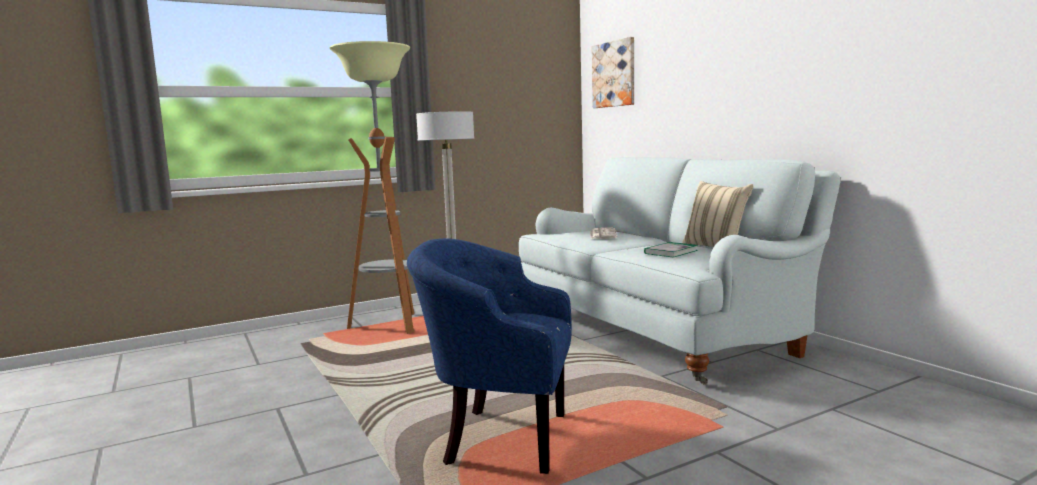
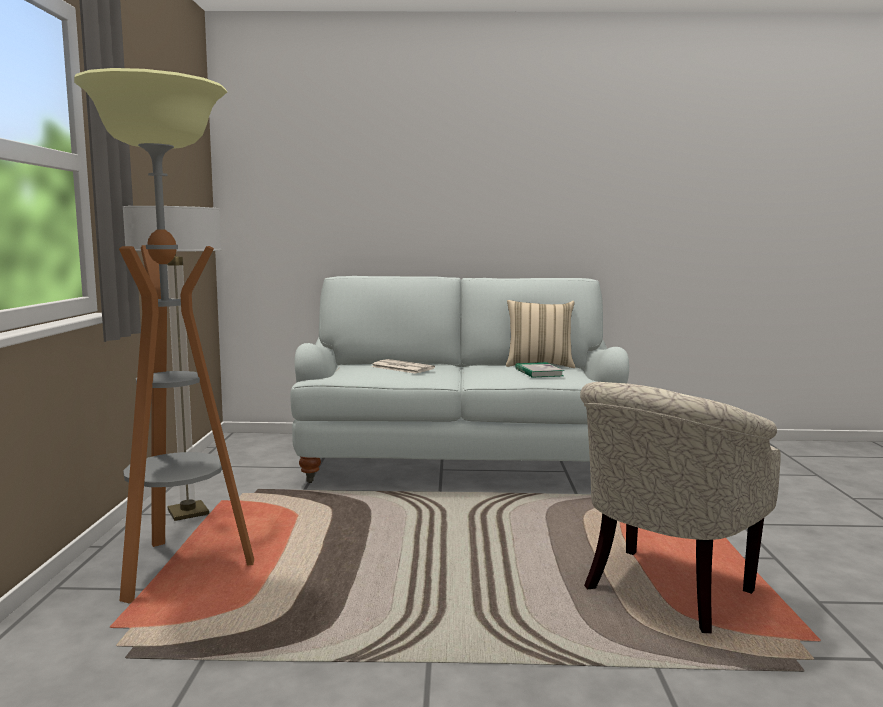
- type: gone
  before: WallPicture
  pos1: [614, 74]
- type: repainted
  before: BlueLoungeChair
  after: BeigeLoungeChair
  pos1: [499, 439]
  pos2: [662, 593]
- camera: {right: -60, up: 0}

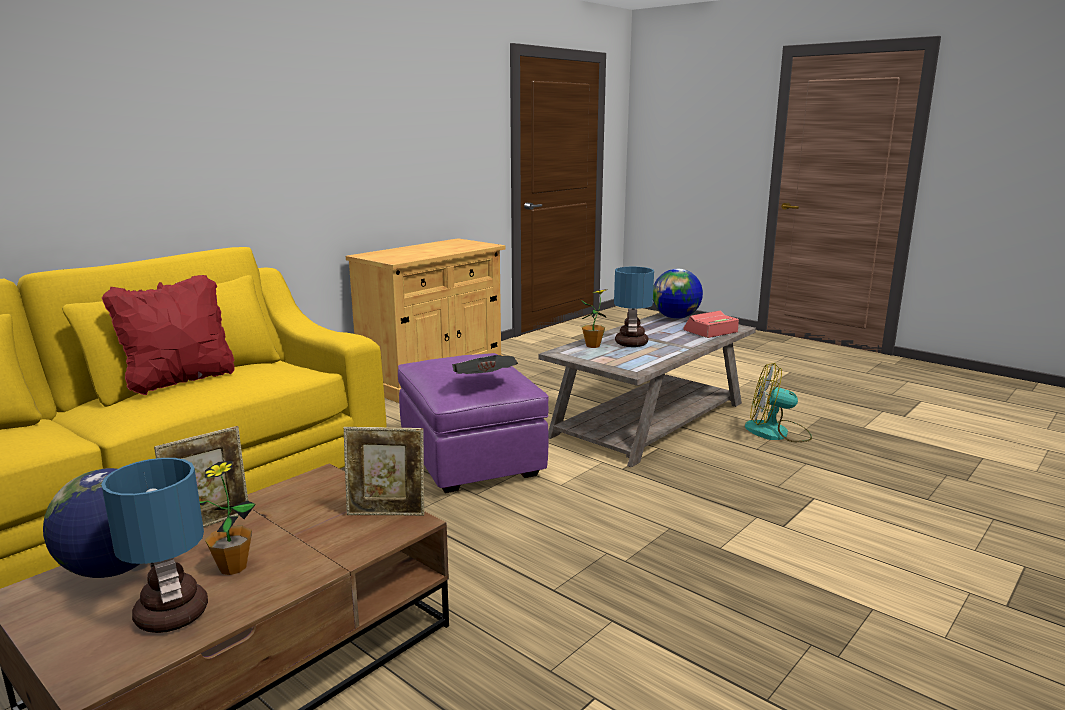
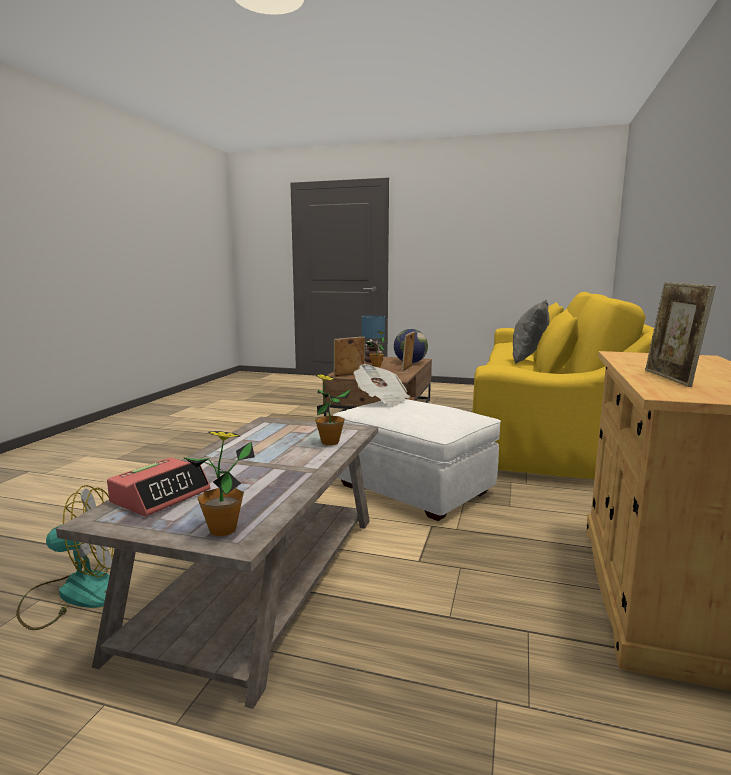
- type: gone
  before: TableLamp
  pos1: [632, 343]
- type: swapped
  before: Globe
  after: PlantInAPot
  pos1: [676, 318]
  pos2: [223, 530]
- type: repainted
  before: RedColouredThrowPillow
  after: GreyishThrowPillow
  pos1: [180, 381]
  pos2: [528, 361]
- type: repainted
  before: PurplishFootrest
  after: WhiteColouredFootrest
  pos1: [471, 457]
  pos2: [413, 489]
- type: new
  after: PictureFrame
  pos2: [670, 379]
- camera: {right: 155, up: -5}

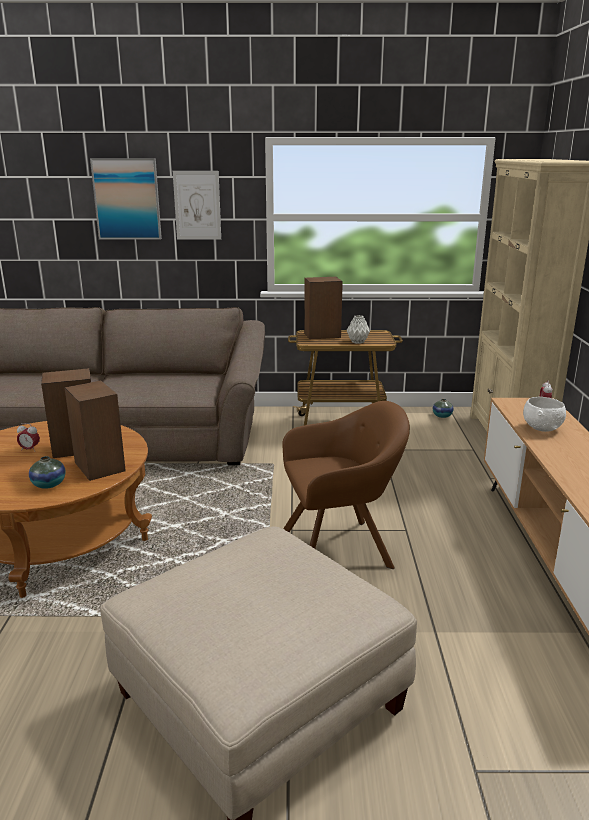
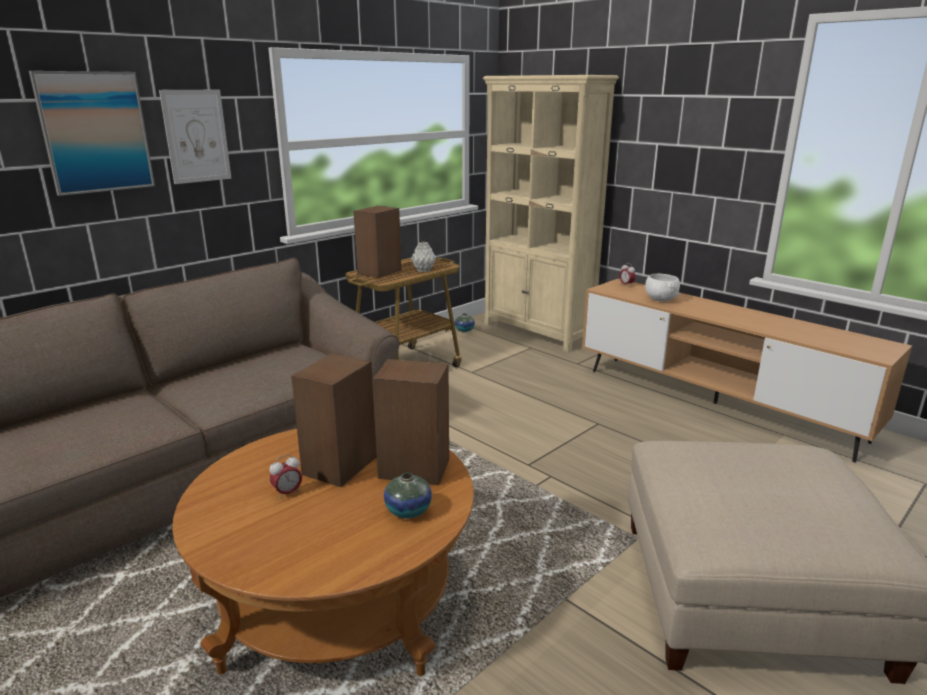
- type: gone
  before: BrownishLoungeChair
  pos1: [341, 548]
- camera: {right: -45, up: 0}

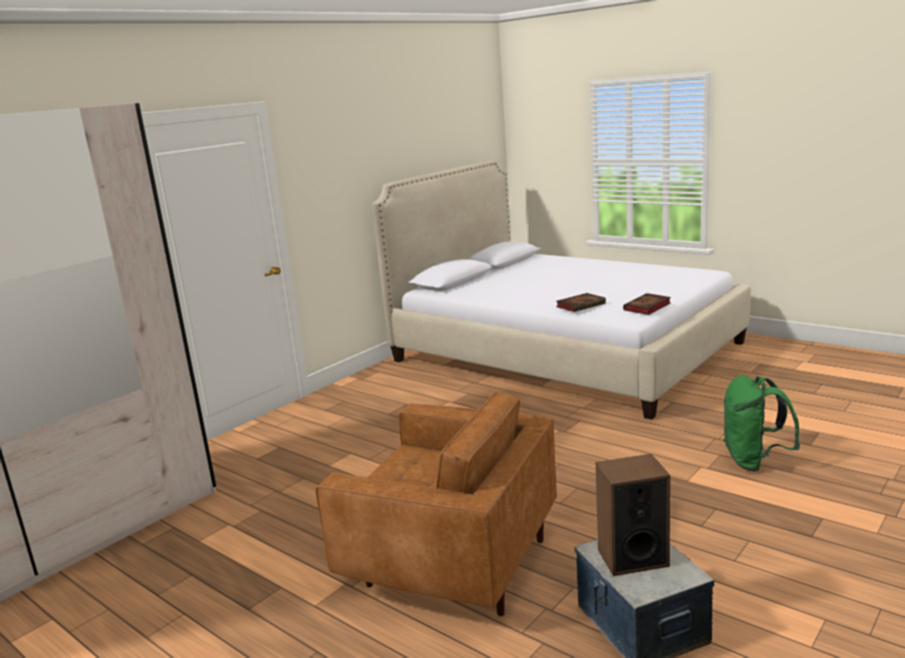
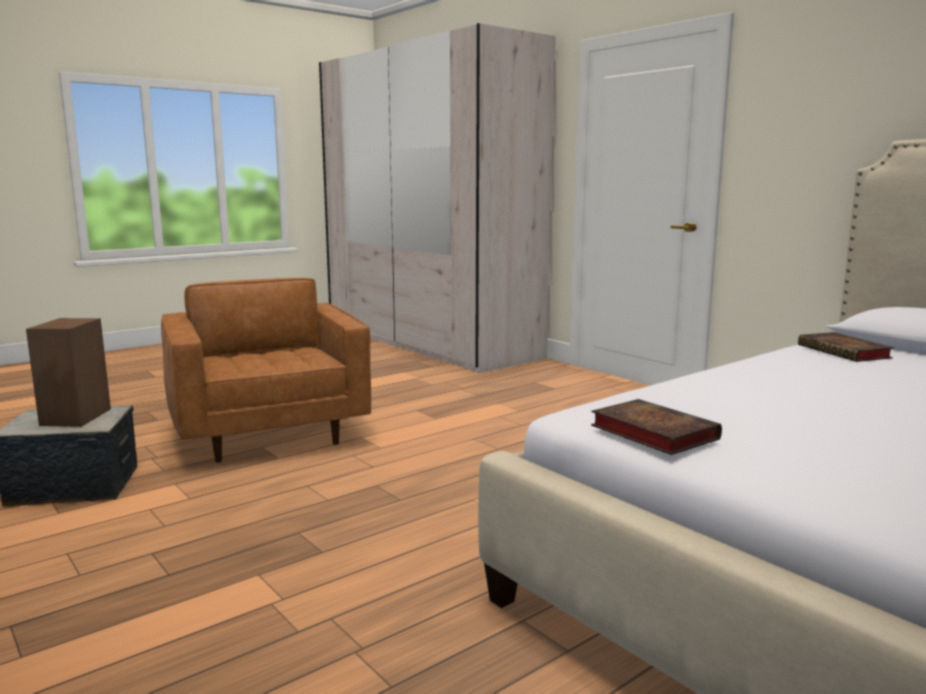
- type: shifted
  before: Volume
  pos1: [581, 305]
  pos2: [846, 352]
- type: gone
  before: GreenishRucksack
  pos1: [754, 461]
- type: rotated
  before: BrownishLoungeChair
  pos1: [452, 562]
  pos2: [268, 433]
  turn: 120
- camera: {right: 100, up: -5}

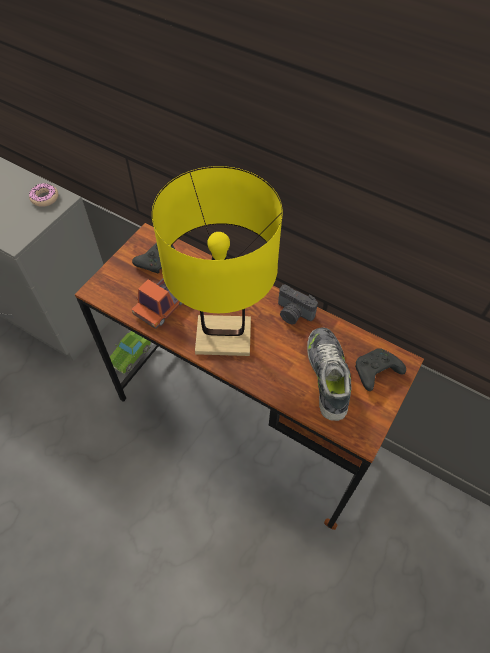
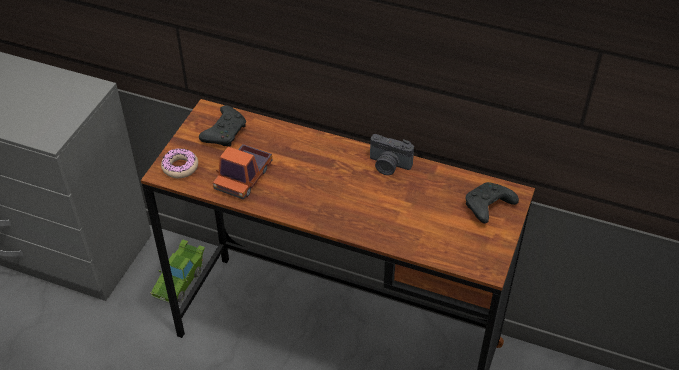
- type: gone
  before: YellowTableLamp
  pos1: [223, 336]
- type: shifted
  before: Donut
  pos1: [45, 198]
  pos2: [180, 167]
- type: gone
  before: Shoe
  pos1: [328, 375]
- camera: {right: -10, up: -10}

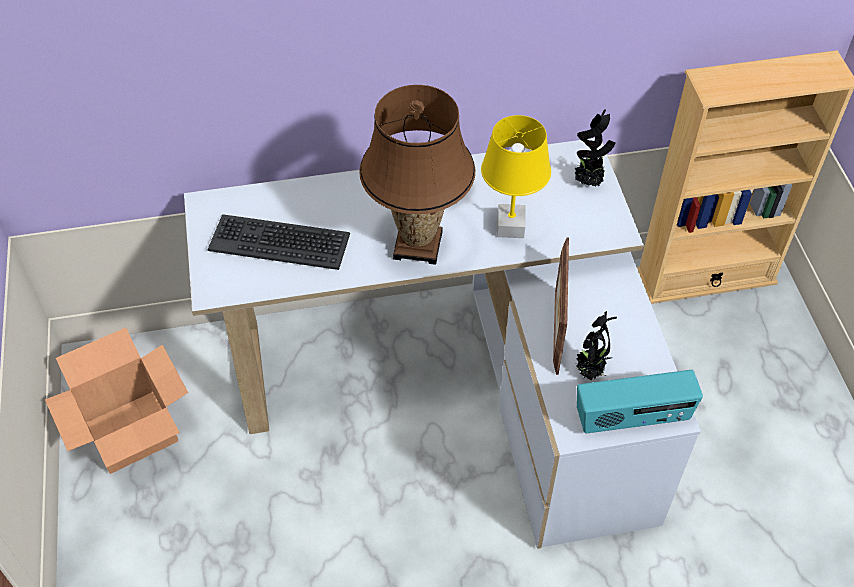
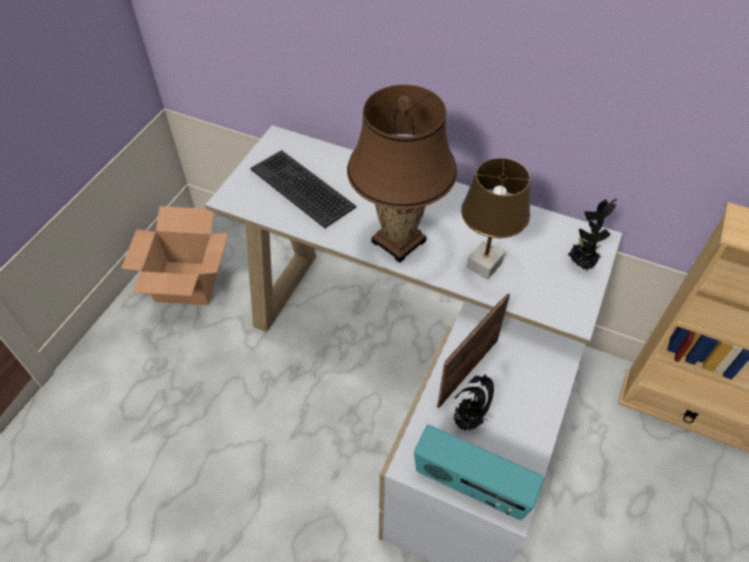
- type: repainted
  before: YellowTableLamp
  after: BrownishTableLamp
  pos1: [511, 227]
  pos2: [484, 265]
- camera: {right: 35, up: 0}

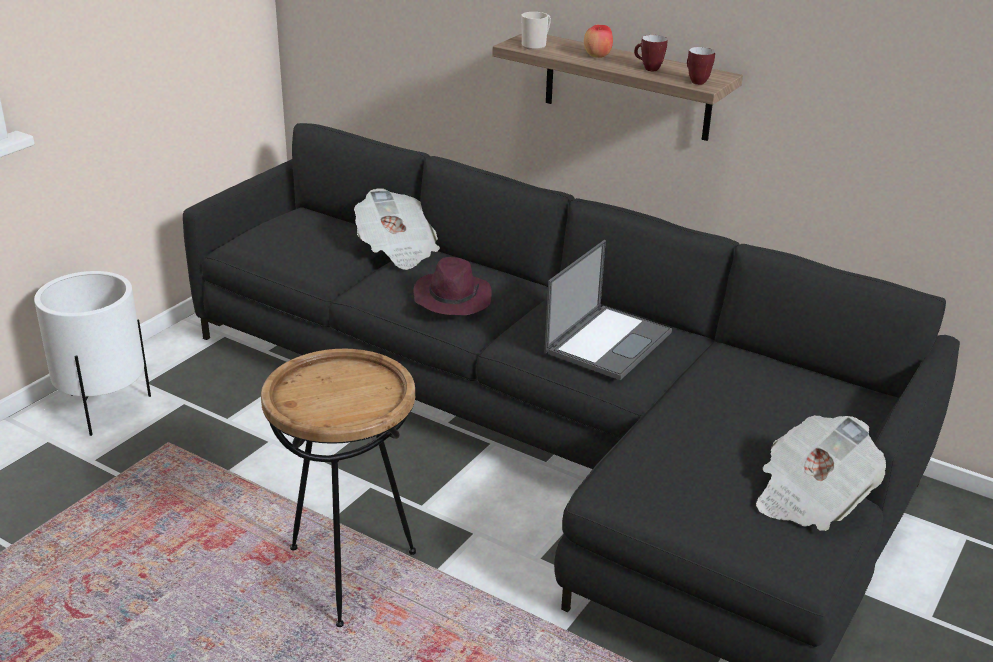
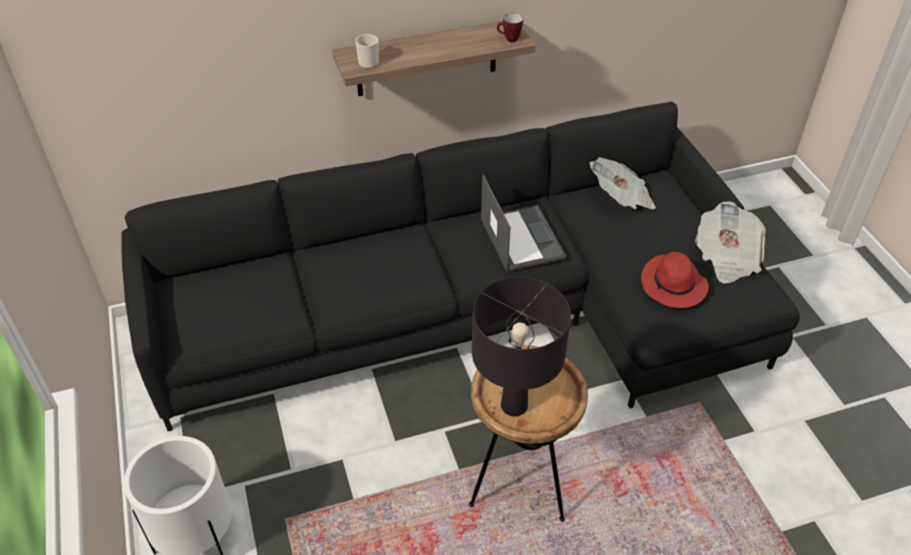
- type: gone
  before: AppleFruit
  pos1: [597, 56]
- type: gone
  before: Mug
  pos1: [648, 68]
- type: shifted
  before: Newspaper
  pos1: [397, 250]
  pos2: [621, 198]
- type: gone
  before: PurplishWearableHat
  pos1: [452, 299]
- type: new
  after: RedColouredWearableHat
  pos2: [673, 285]
- type: new
  after: BlackTableLamp
  pos2: [514, 406]
- camera: {right: -50, up: 15}

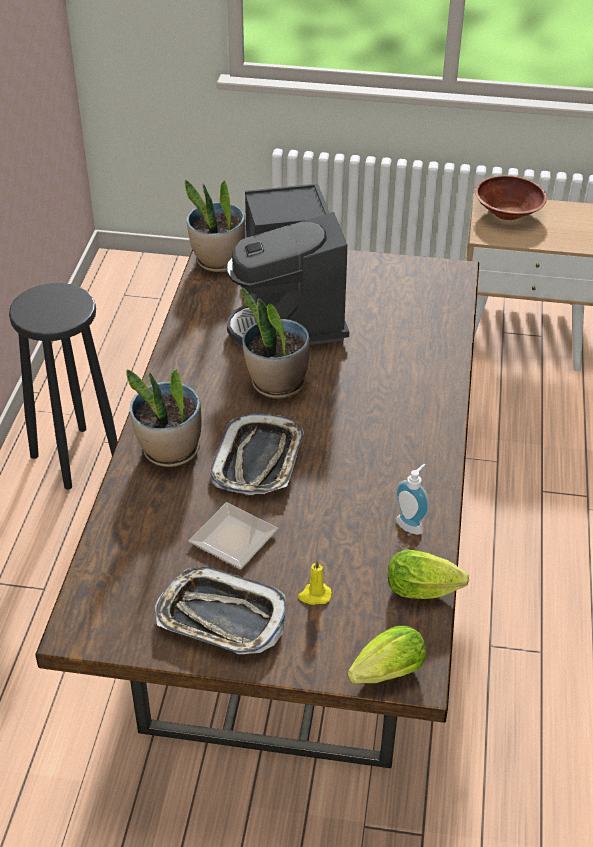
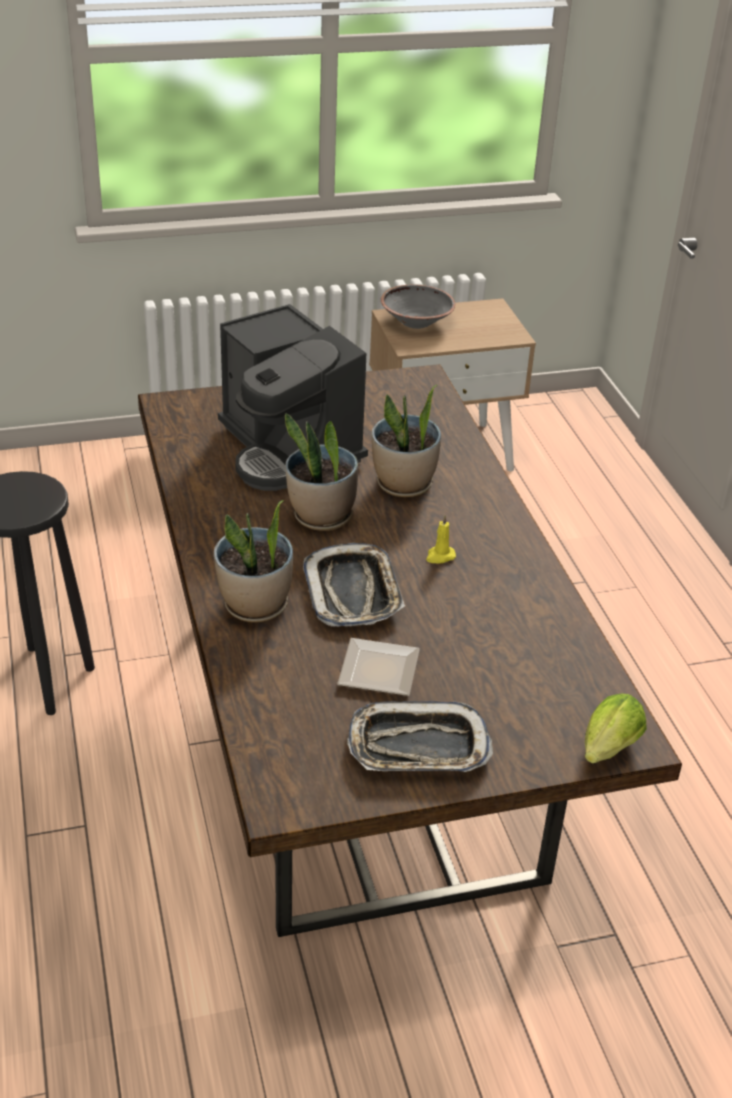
- type: repainted
  before: BrownishServingBowl
  after: GreyishServingBowl
  pos1: [507, 212]
  pos2: [416, 321]
- type: shifted
  before: PlantInAPot
  pos1: [218, 261]
  pos2: [403, 484]
- type: gone
  before: LiquidSoapBottle
  pos1: [411, 524]
- type: gone
  before: LettuceHead
  pos1: [426, 590]
- type: shifted
  before: YellowWaxLight
  pos1: [314, 595]
  pos2: [440, 556]
- camera: {right: -25, up: -5}

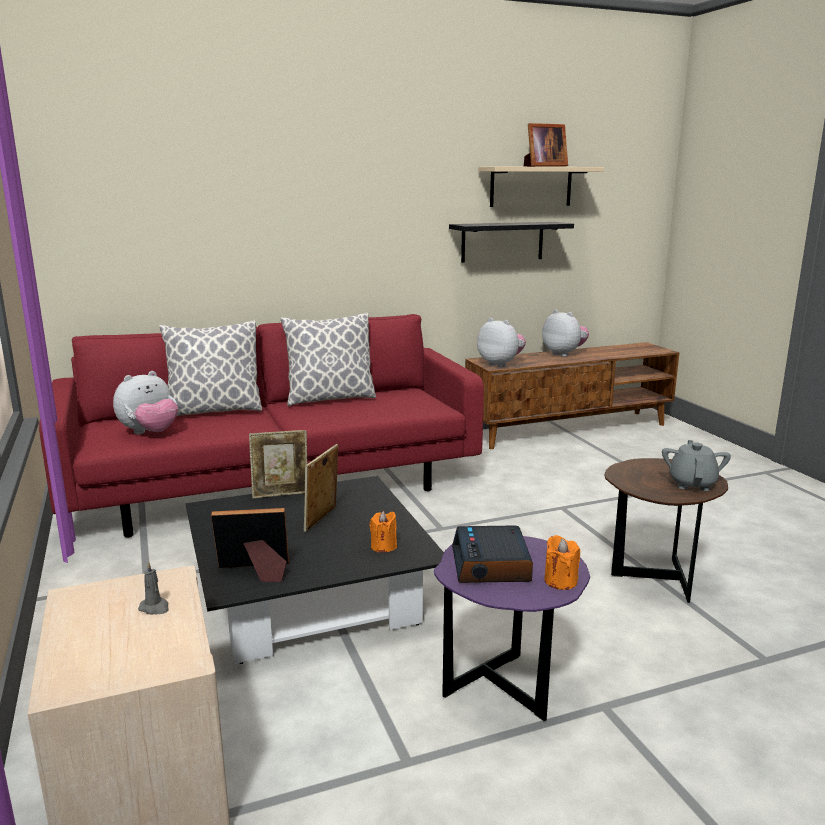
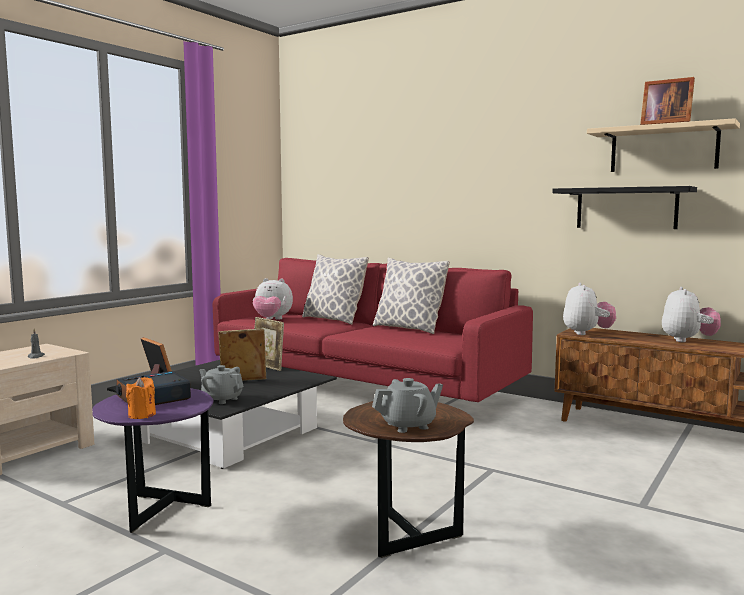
- type: swapped
  before: OrangeyWaxLight
  after: GreyishPotForTea
  pos1: [383, 546]
  pos2: [222, 399]
- camera: {right: 55, up: -10}

